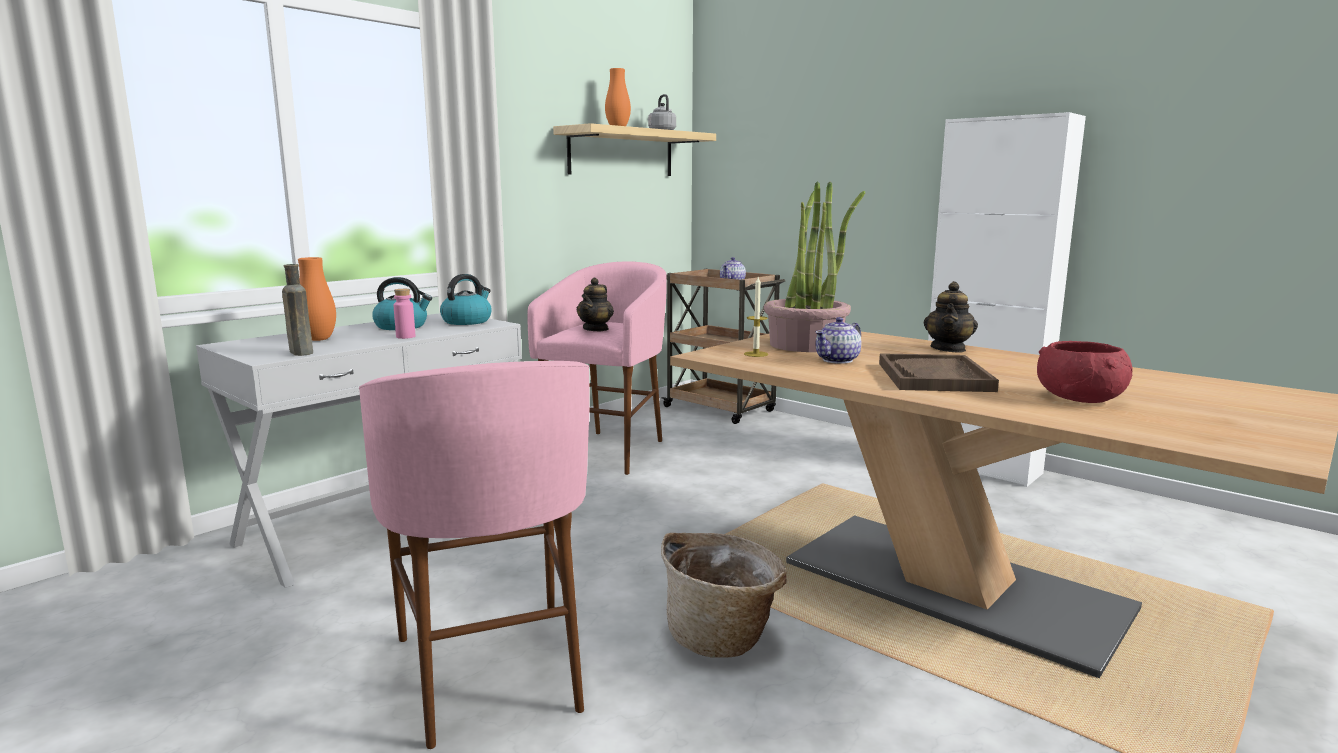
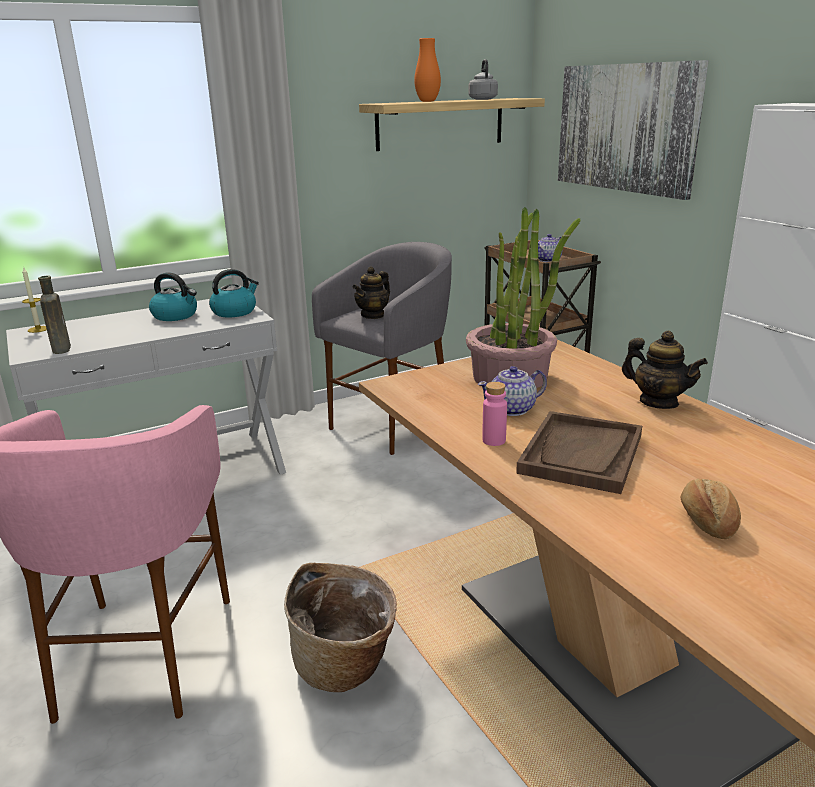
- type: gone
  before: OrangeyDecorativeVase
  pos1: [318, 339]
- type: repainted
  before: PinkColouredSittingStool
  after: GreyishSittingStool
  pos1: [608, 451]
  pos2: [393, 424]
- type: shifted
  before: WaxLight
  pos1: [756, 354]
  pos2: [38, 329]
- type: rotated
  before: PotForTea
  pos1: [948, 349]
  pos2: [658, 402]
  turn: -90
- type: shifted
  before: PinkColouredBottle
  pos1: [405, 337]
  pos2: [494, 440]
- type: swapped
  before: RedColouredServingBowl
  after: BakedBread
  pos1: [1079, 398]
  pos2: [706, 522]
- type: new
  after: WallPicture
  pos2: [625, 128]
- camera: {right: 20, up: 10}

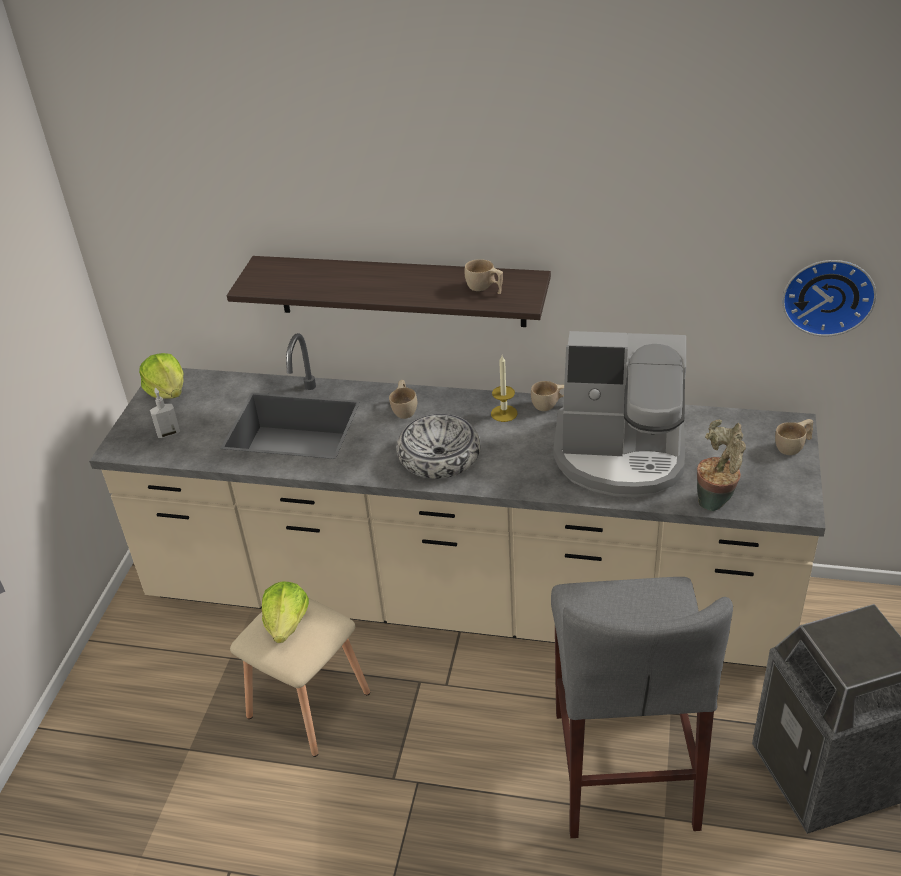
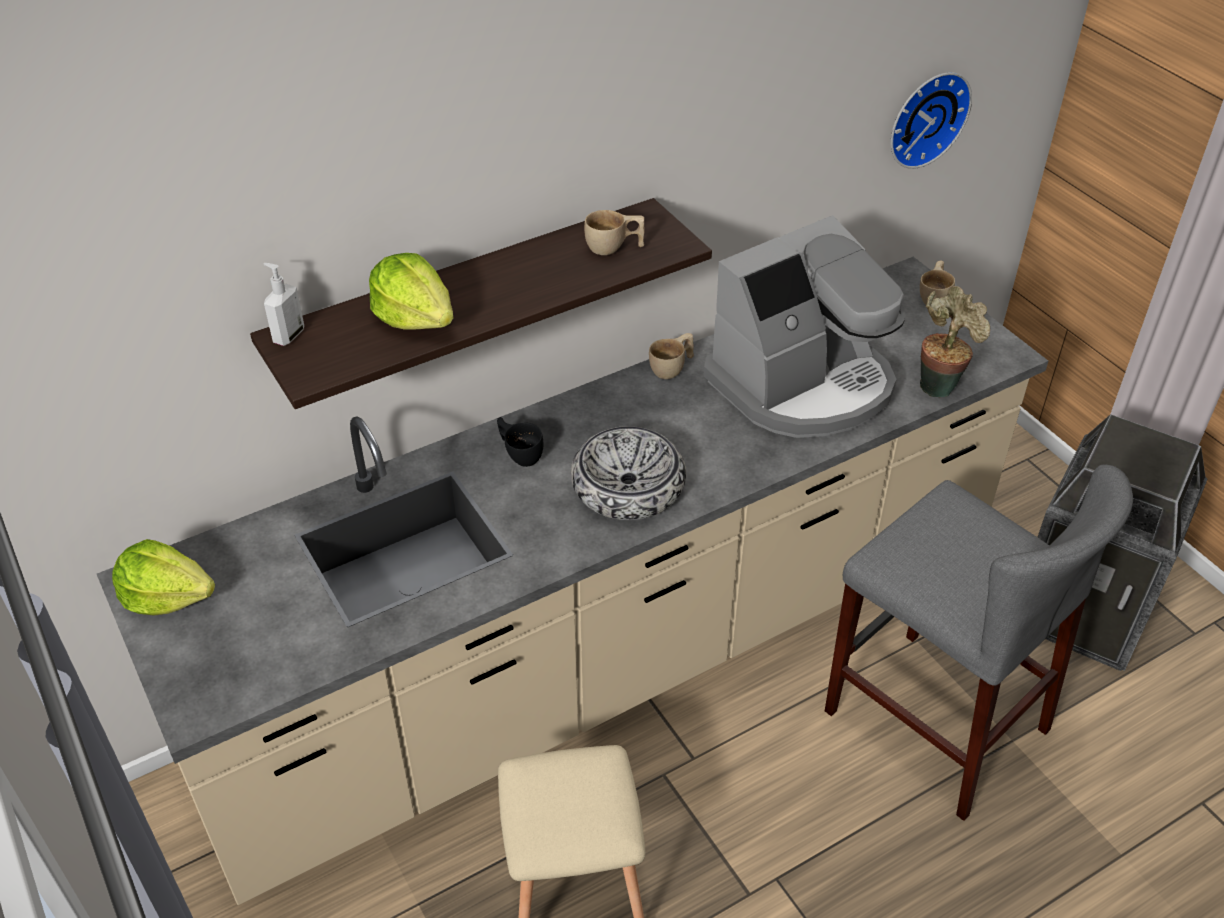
- type: gone
  before: WaxLight
  pos1: [504, 413]
- type: repainted
  before: BeigeDrinkingCup
  after: BlackDrinkingCup
  pos1: [405, 409]
  pos2: [520, 453]
- type: shifted
  before: LiquidSoapBottle
  pos1: [168, 433]
  pos2: [288, 335]
- type: shifted
  before: LettuceHead
  pos1: [287, 623]
  pos2: [415, 317]
- camera: {right: -45, up: 5}

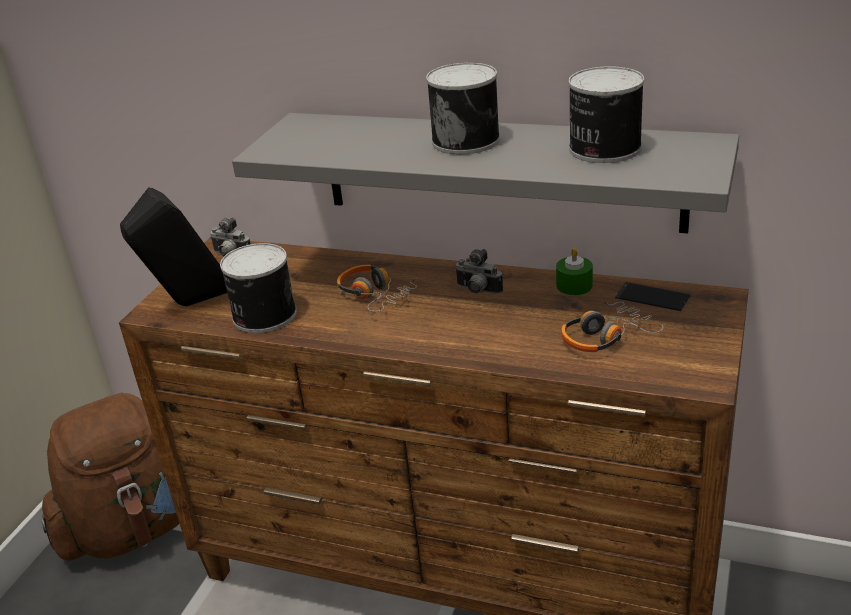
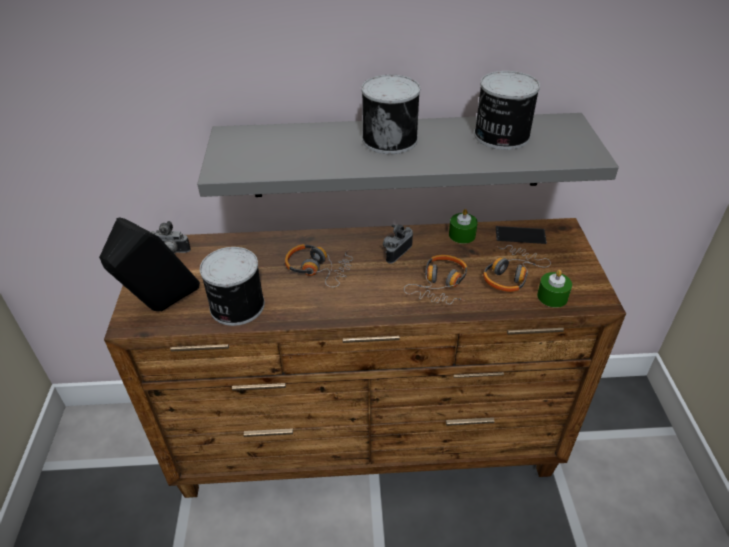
- type: rotated
  before: PhotoCamera
  pos1: [477, 291]
  pos2: [395, 252]
  turn: 120
- type: gone
  before: BrownishRucksack
  pos1: [136, 529]
- type: new
  after: PairOfHeadphones
  pos2: [440, 285]
- type: new
  after: GreenishWaxLight
  pos2: [552, 296]
- camera: {right: -25, up: 10}

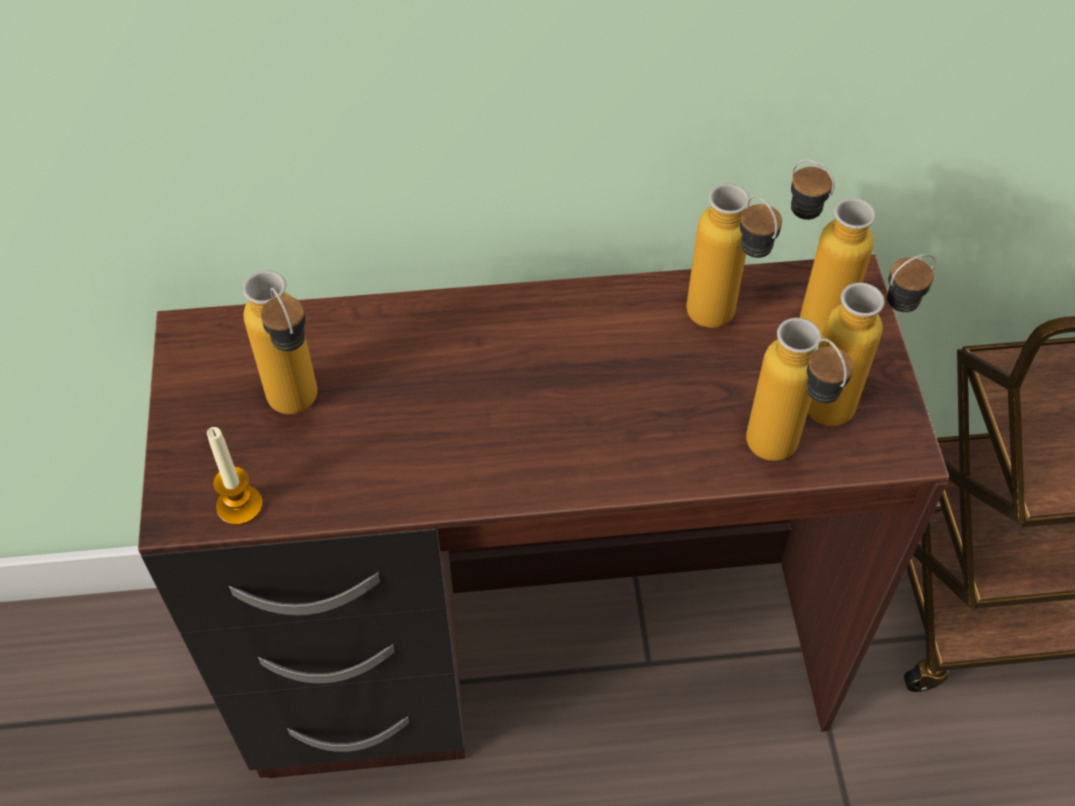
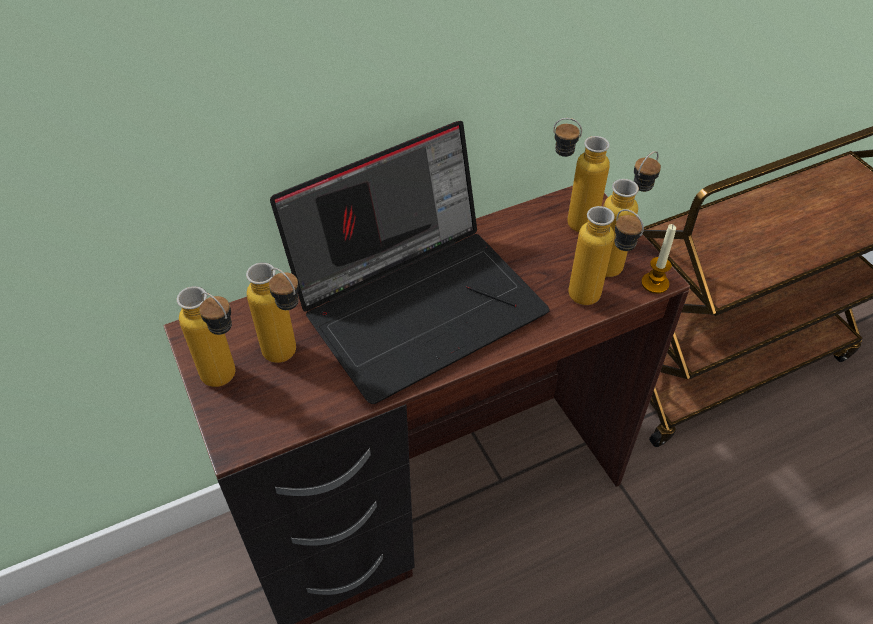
- type: shifted
  before: Bottle
  pos1: [722, 325]
  pos2: [228, 382]
- type: shifted
  before: WaxLight
  pos1: [239, 506]
  pos2: [655, 283]
- type: new
  after: NotebookComputer
  pos2: [420, 301]
- camera: {right: -20, up: -5}

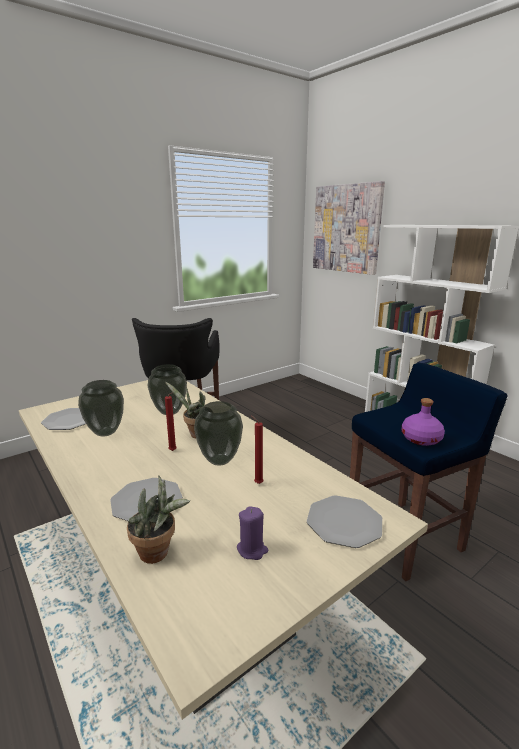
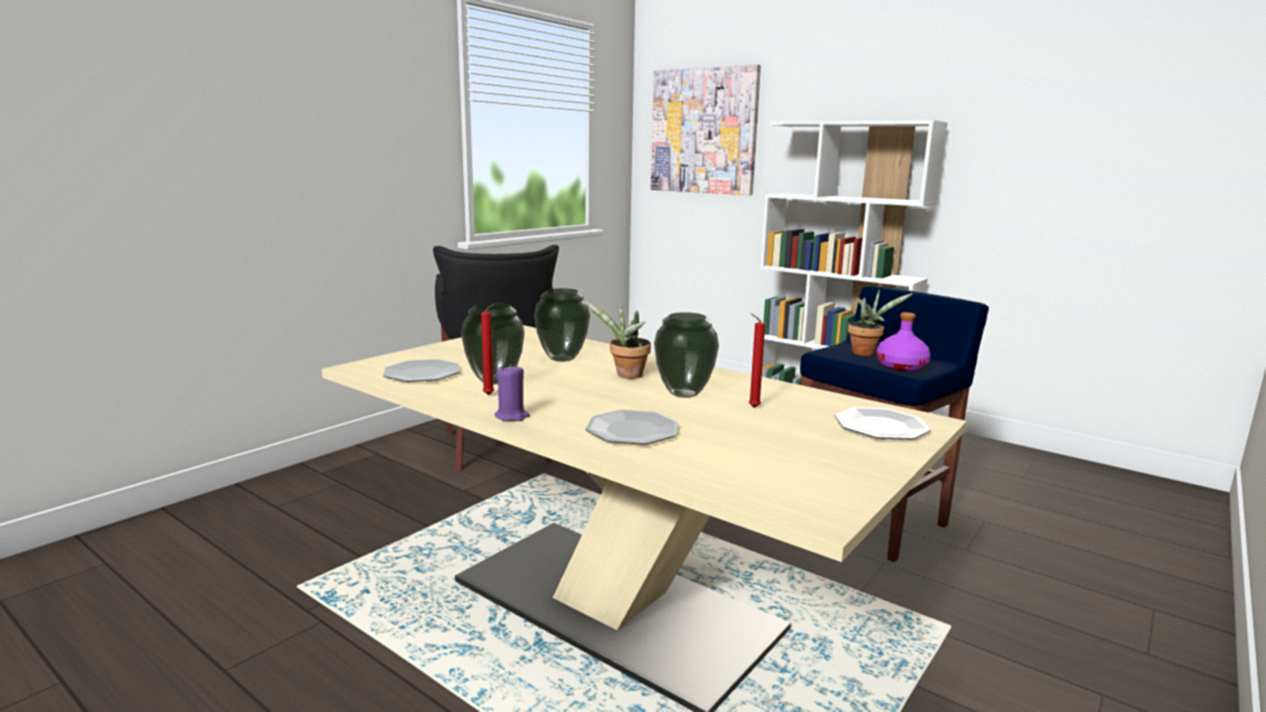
- type: shifted
  before: RedColouredWaxLight
  pos1: [173, 451]
  pos2: [490, 395]
- type: shifted
  before: PlantInAPot
  pos1: [158, 553]
  pos2: [866, 353]
- type: shifted
  before: PurplishWaxLight
  pos1: [252, 550]
  pos2: [512, 416]
- camera: {right: -15, up: -5}

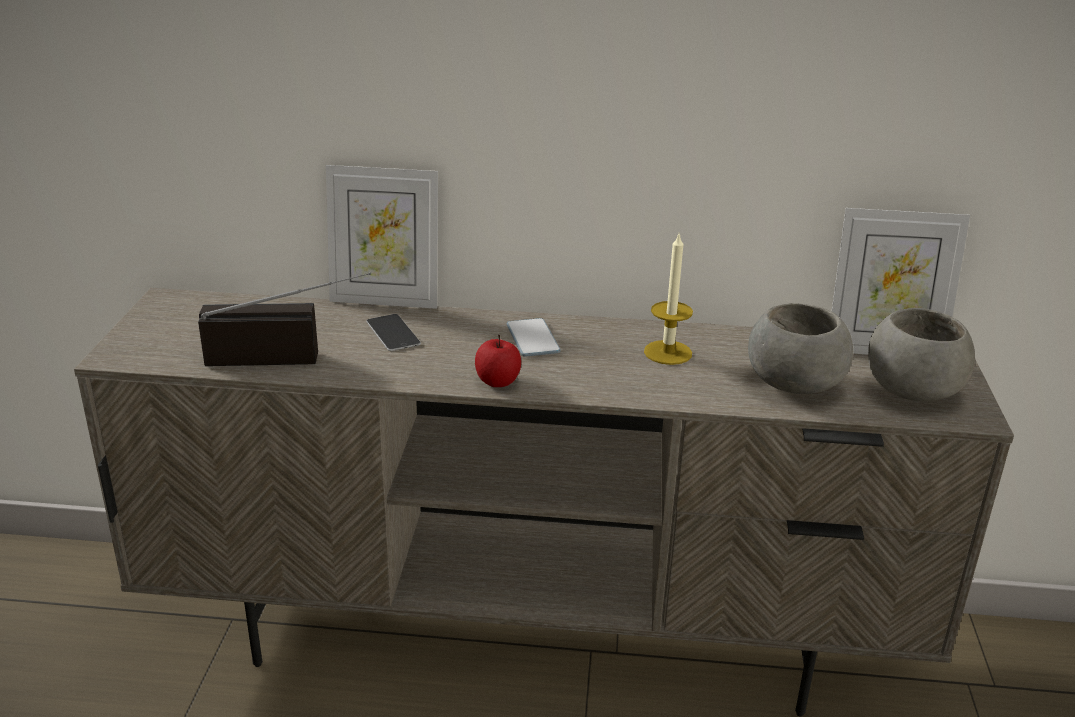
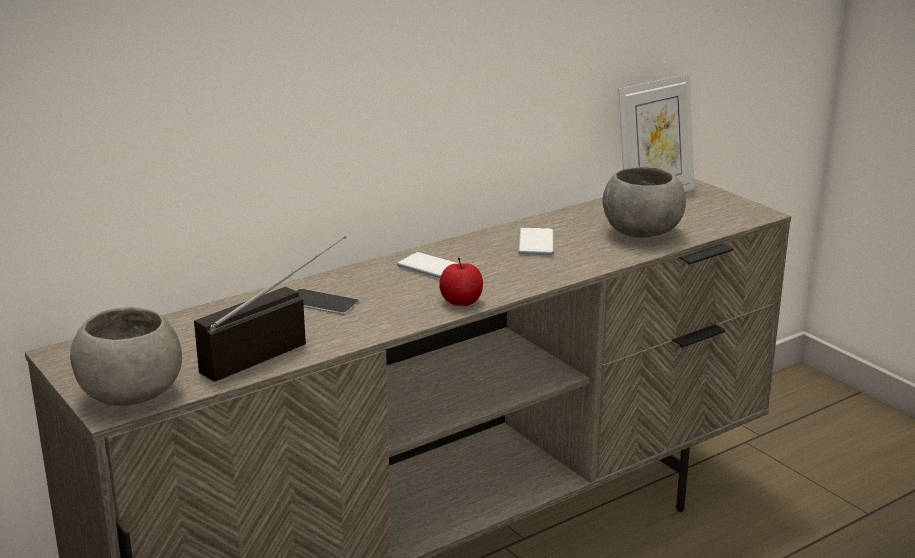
- type: gone
  before: PictureFrame
  pos1: [385, 300]
- type: swapped
  before: WaxLight
  after: Phone
  pos1: [668, 352]
  pos2: [536, 243]
- type: shifted
  before: GreyishServingBowl
  pos1: [911, 391]
  pos2: [129, 395]
- camera: {right: -40, up: -5}

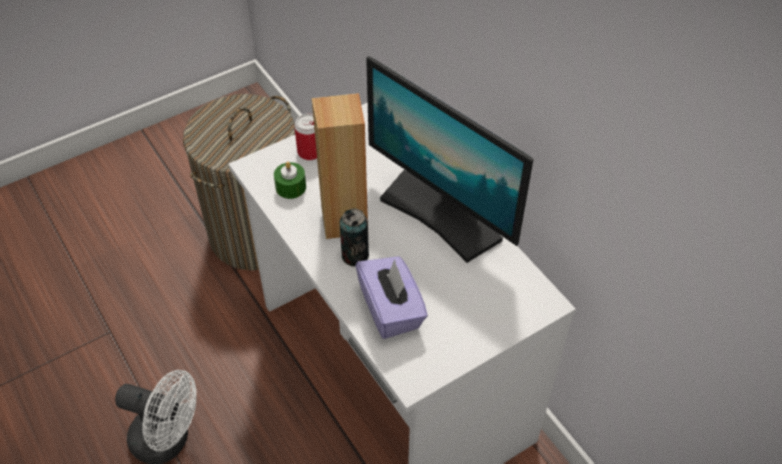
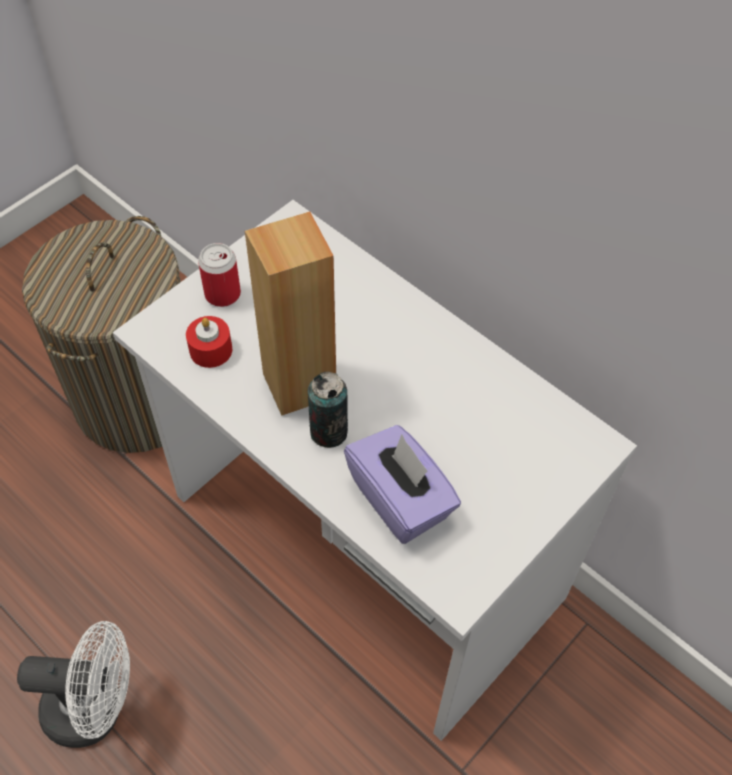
- type: gone
  before: ComputerDisplay
  pos1: [441, 214]
- type: repainted
  before: GreenishWaxLight
  after: RedColouredWaxLight
  pos1: [291, 187]
  pos2: [211, 350]
- camera: {right: -15, up: 5}

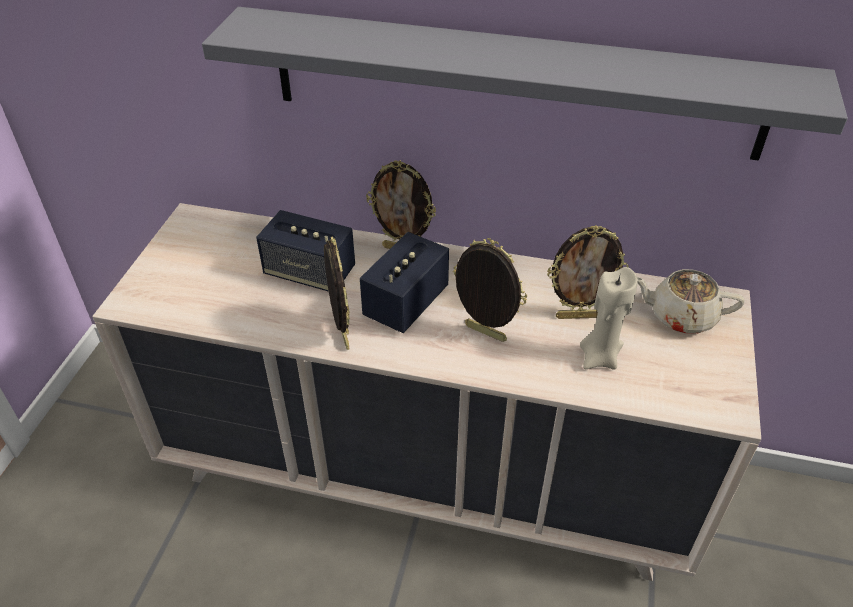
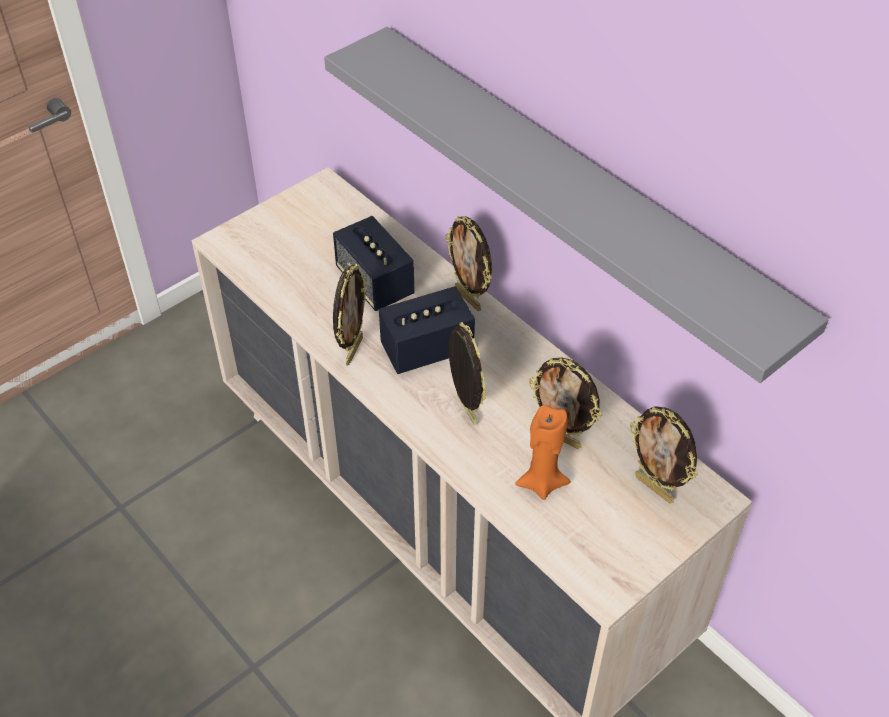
- type: repainted
  before: BeigeWaxLight
  after: OrangeyWaxLight
  pos1: [599, 357]
  pos2: [541, 483]
- type: swapped
  before: BeigePotForTea
  after: PictureFrame
  pos1: [681, 316]
  pos2: [655, 488]
- camera: {right: 35, up: 5}

